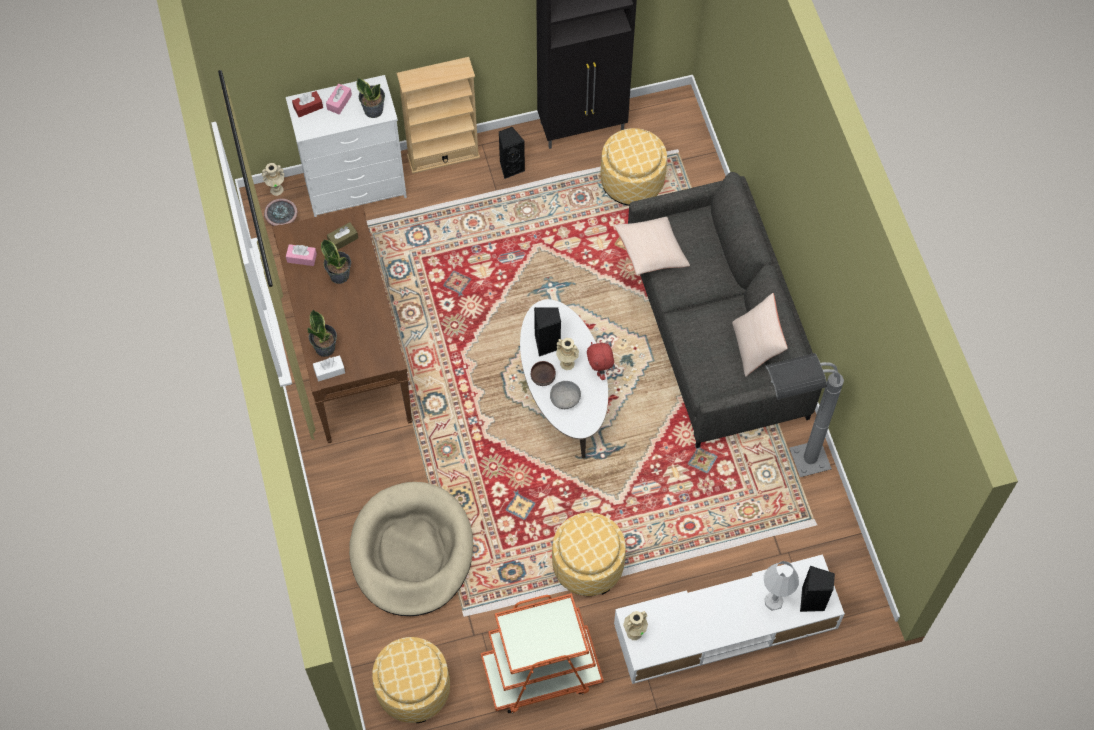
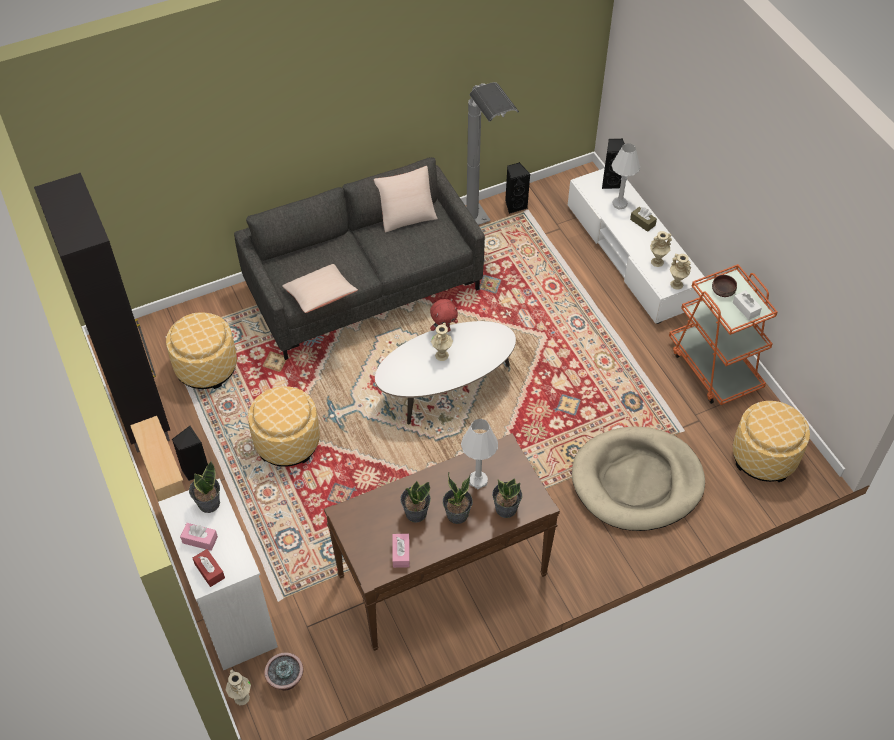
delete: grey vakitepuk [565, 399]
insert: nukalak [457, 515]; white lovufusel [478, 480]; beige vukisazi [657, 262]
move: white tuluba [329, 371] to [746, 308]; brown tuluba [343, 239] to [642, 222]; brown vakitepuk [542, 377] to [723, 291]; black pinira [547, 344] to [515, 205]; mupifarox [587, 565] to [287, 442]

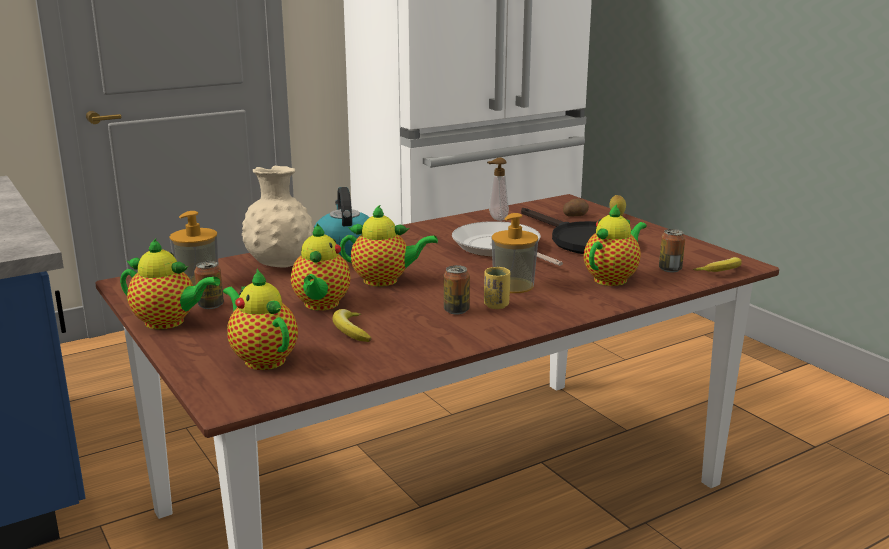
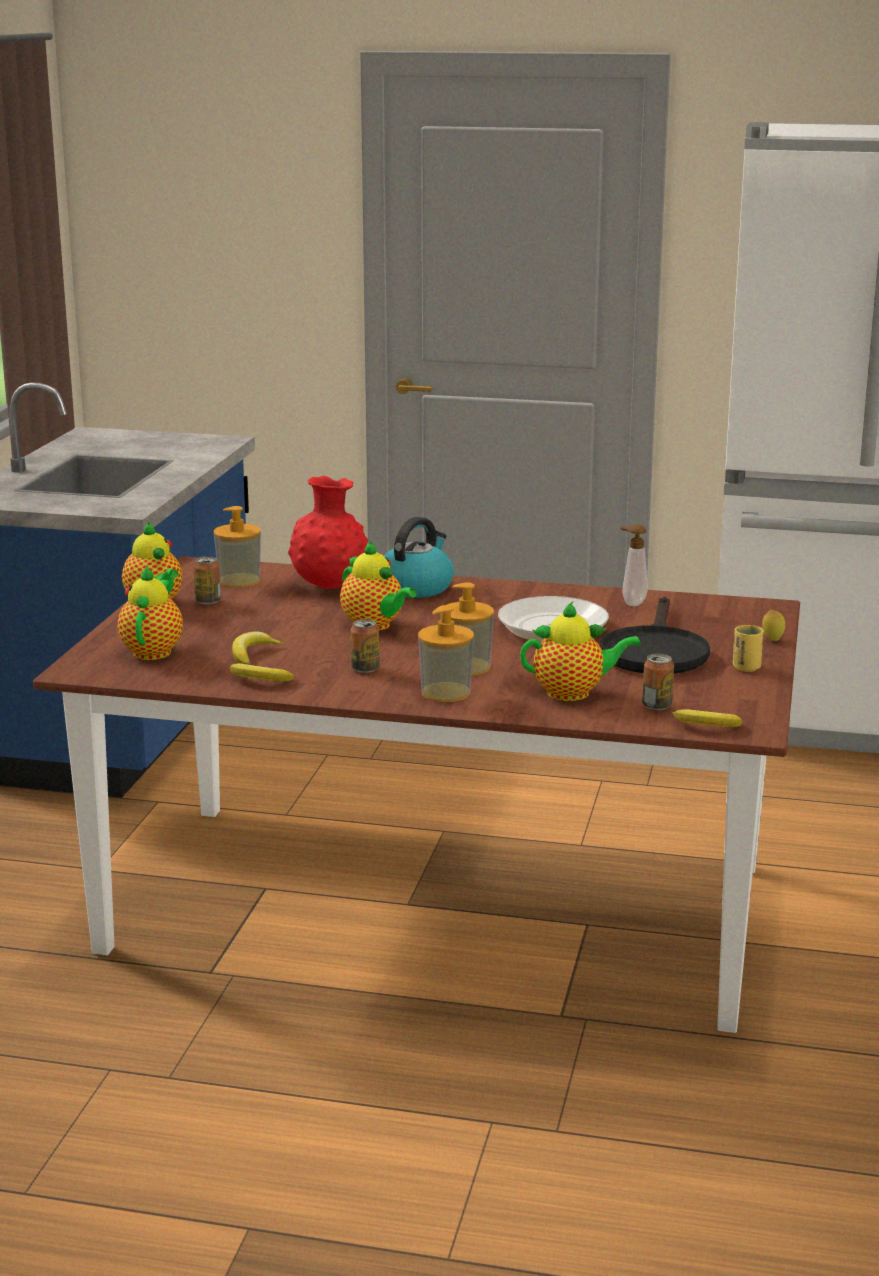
delete: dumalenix [321, 305]; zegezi [575, 215]
insert: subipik [258, 680]; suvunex [445, 692]
move: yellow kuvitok [496, 305] to [746, 668]
recolor: beige vukisazi [280, 265] to red vukisazi [329, 586]

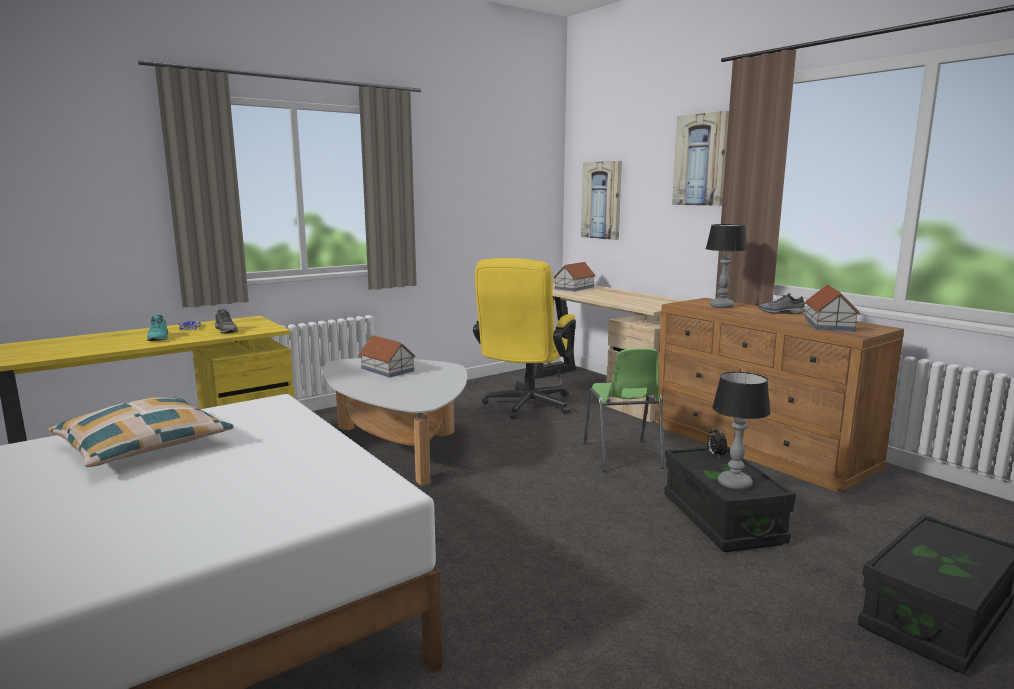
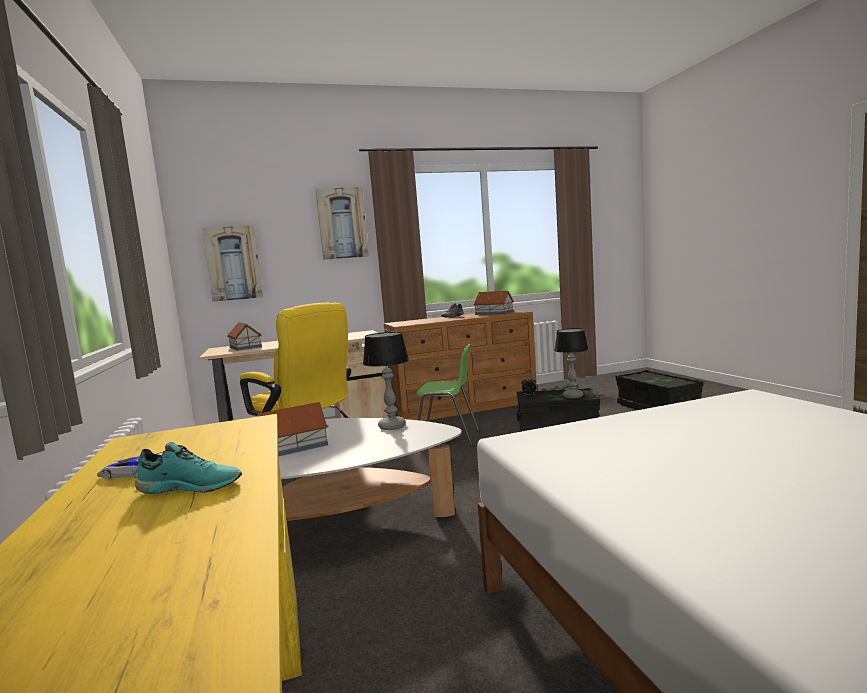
delete: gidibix [143, 445]; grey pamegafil [227, 331]
move: lovufusel [722, 306] to [392, 426]

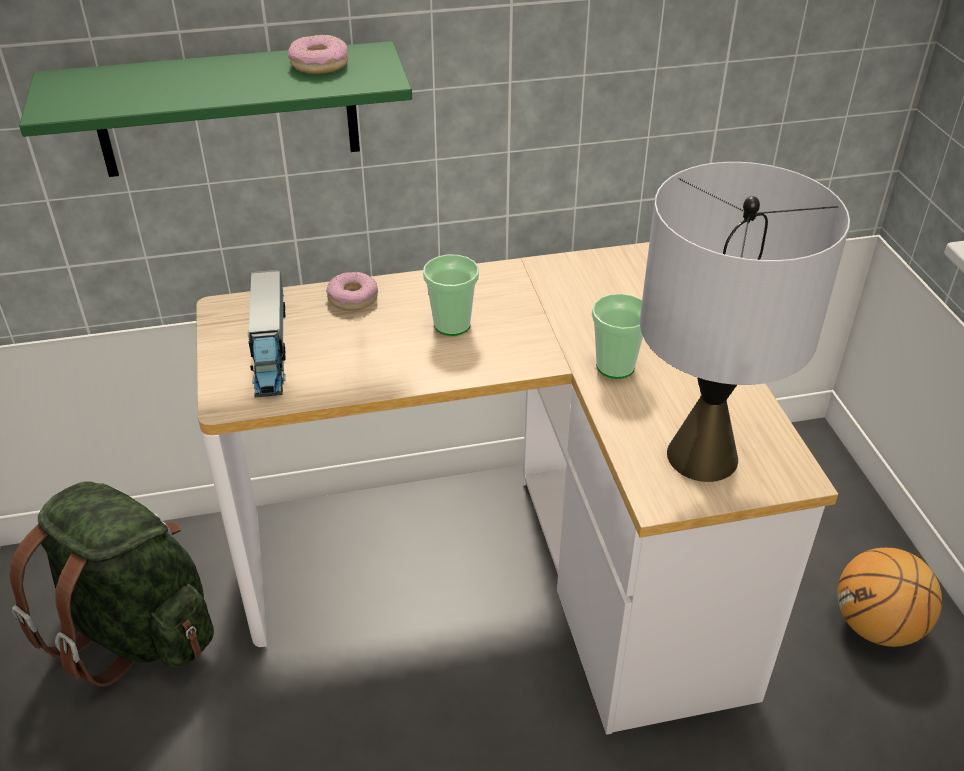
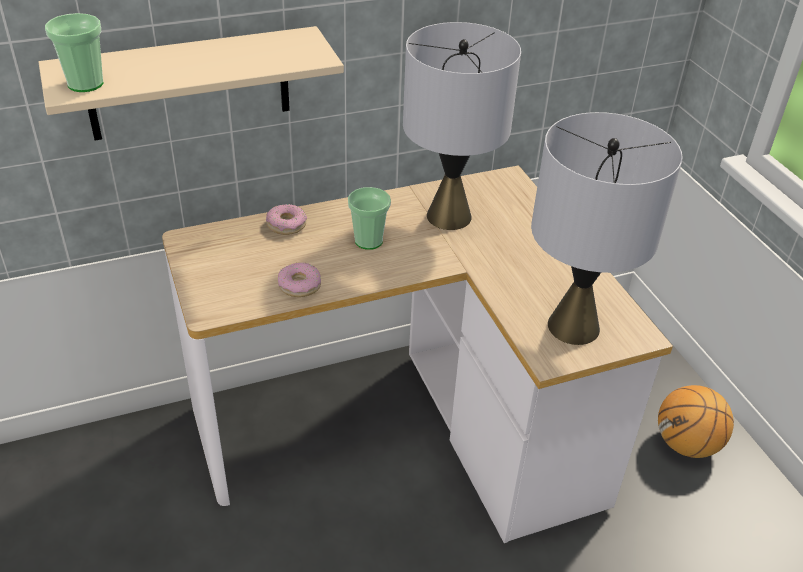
delete: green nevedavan [136, 629]; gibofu [270, 348]
insert: grey lovufusel [449, 216]
move: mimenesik [319, 64] to [299, 285]; kuvitok [615, 366] to [85, 84]
recolor: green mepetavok [227, 110] to beige mepetavok [189, 84]

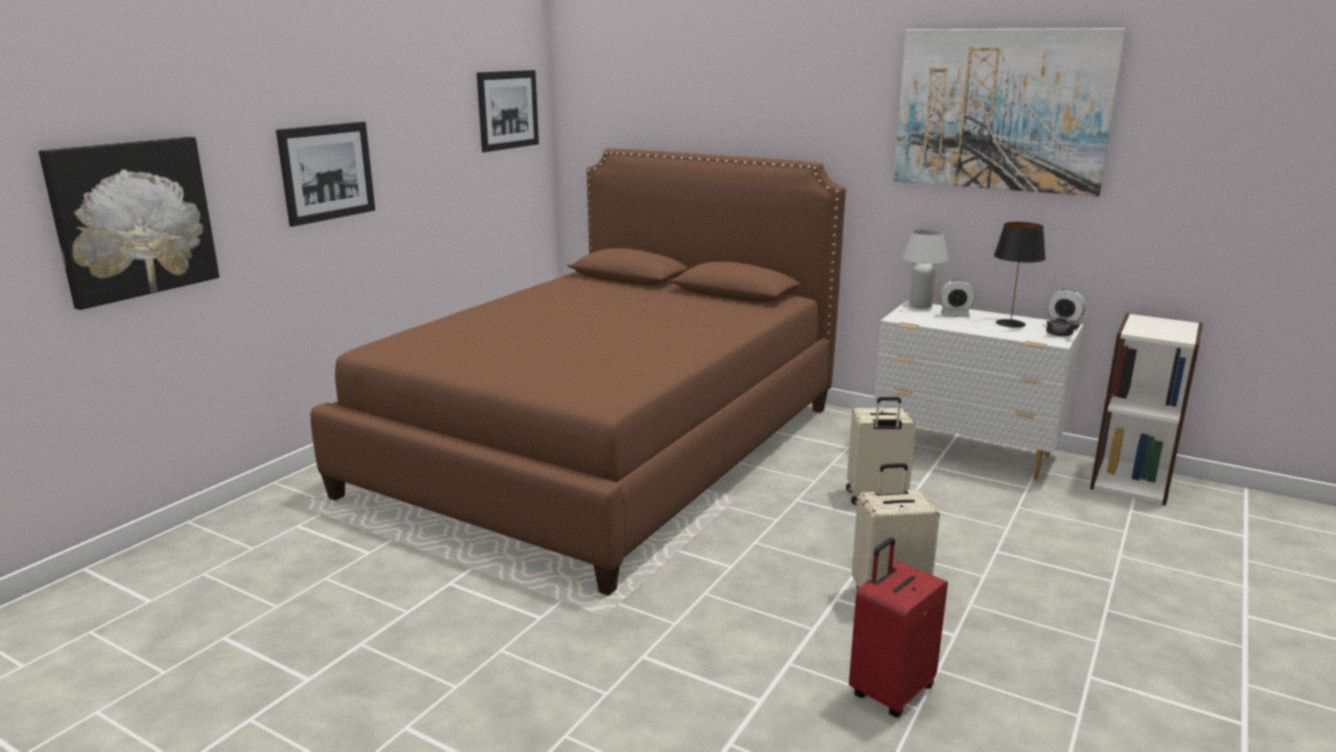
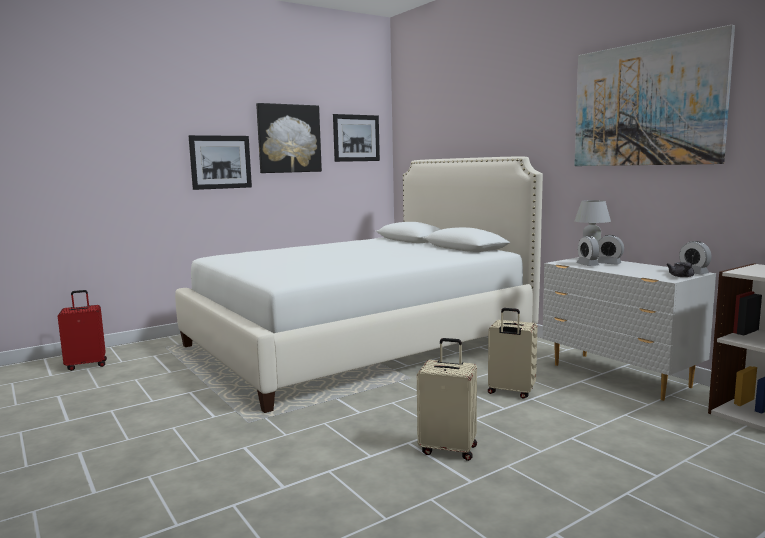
delete: black lovufusel [1010, 323]
insert: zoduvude [587, 265]
move: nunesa [133, 219] to [289, 138]; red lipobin [890, 691] to [87, 365]
recolor: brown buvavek [605, 448] to white buvavek [359, 343]

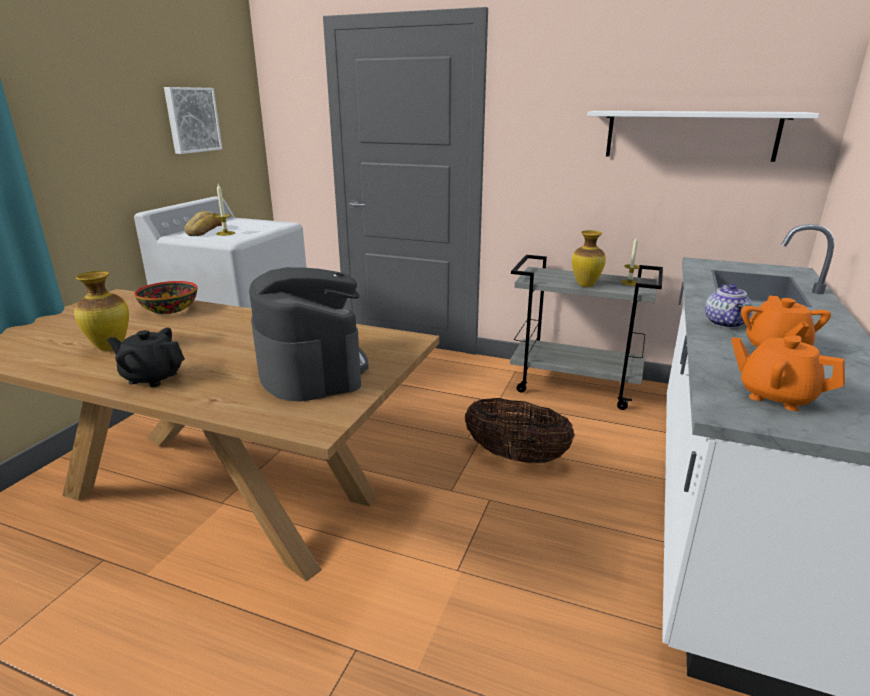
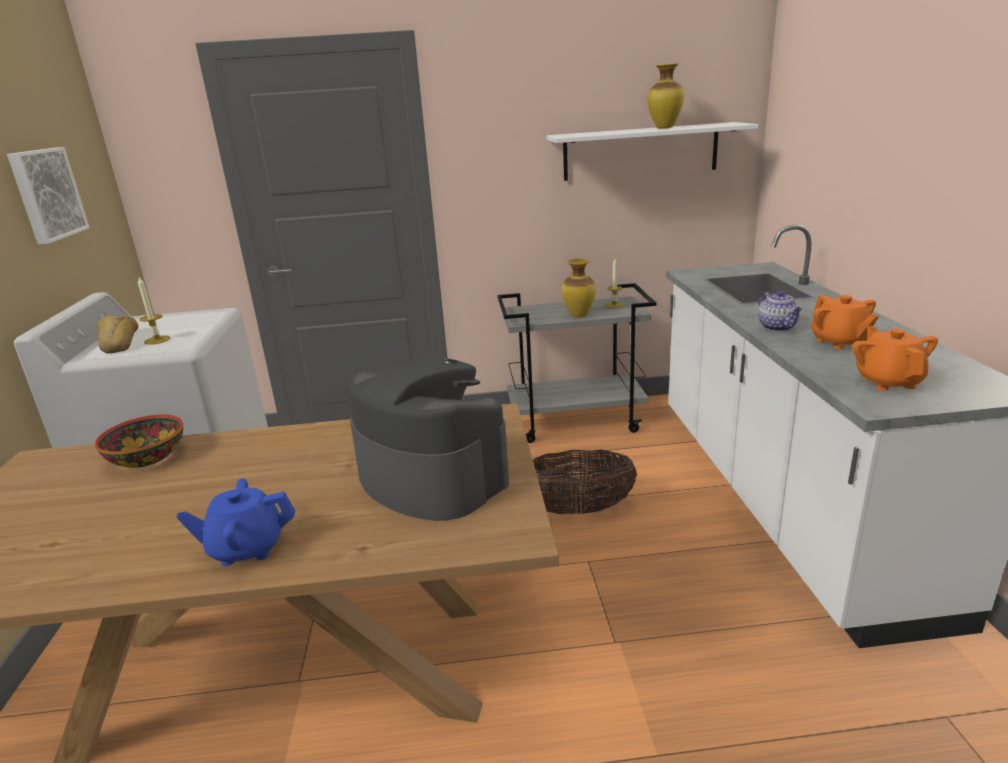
move: vukisazi [110, 348] to [665, 128]
recolor: black dumalenix [152, 377] to blue dumalenix [246, 548]
rotate: orange dumalenix [775, 396] = [887, 381] 75 degrees clockwise

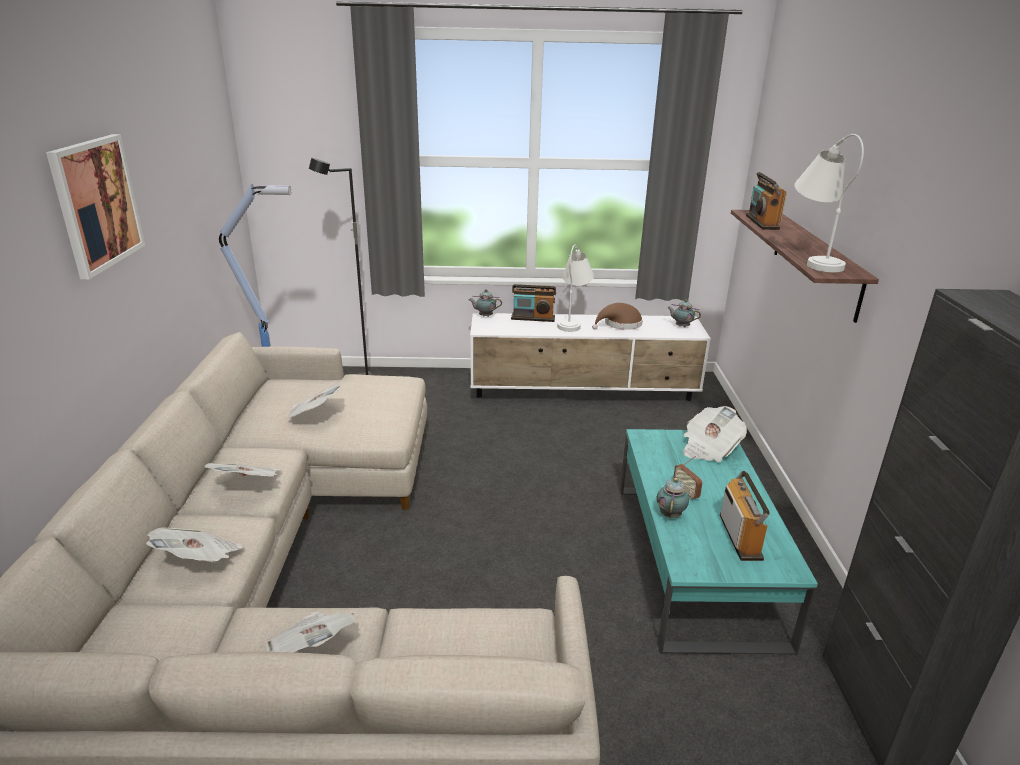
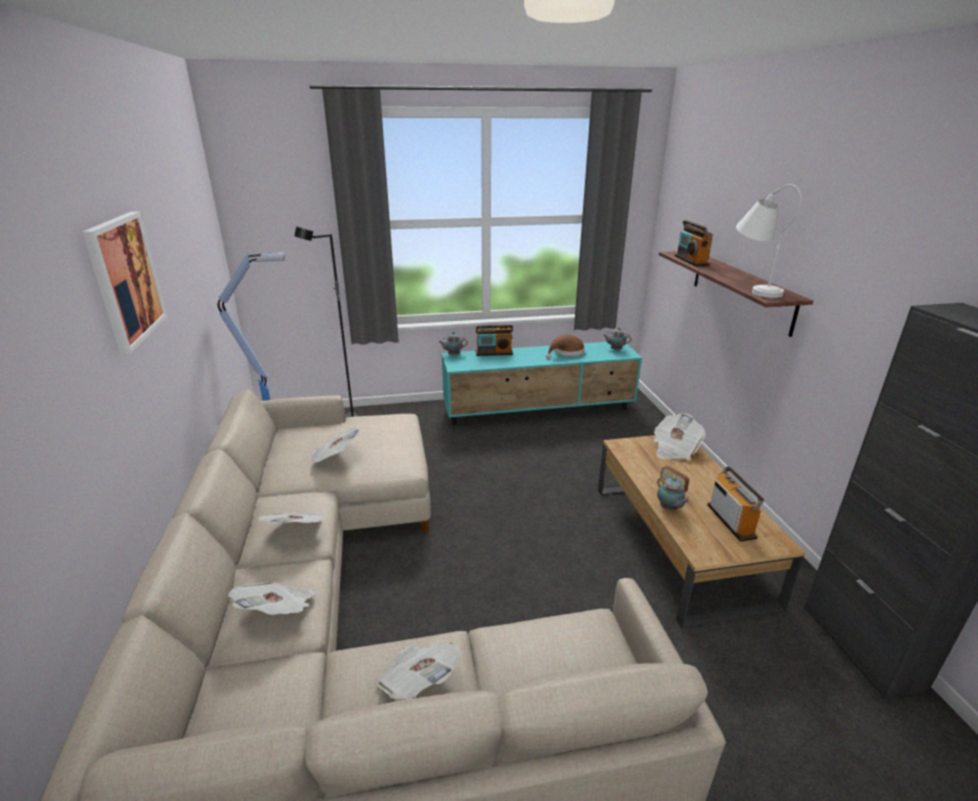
delete: white lovufusel [573, 321]
recolor: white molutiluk [584, 392] to turquoise molutiluk [539, 411]; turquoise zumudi [694, 558] to brown zumudi [678, 541]
rotate: dumalenix [670, 514] = [669, 509] 150 degrees clockwise

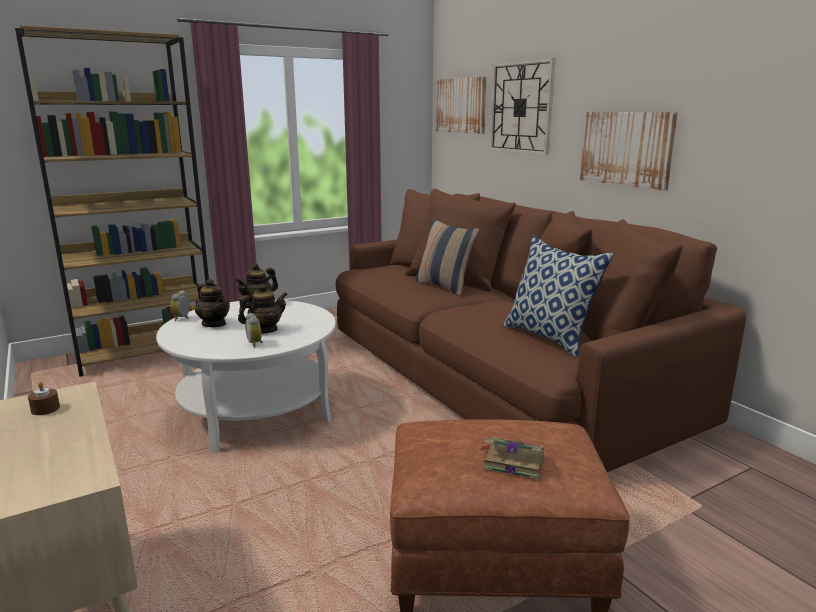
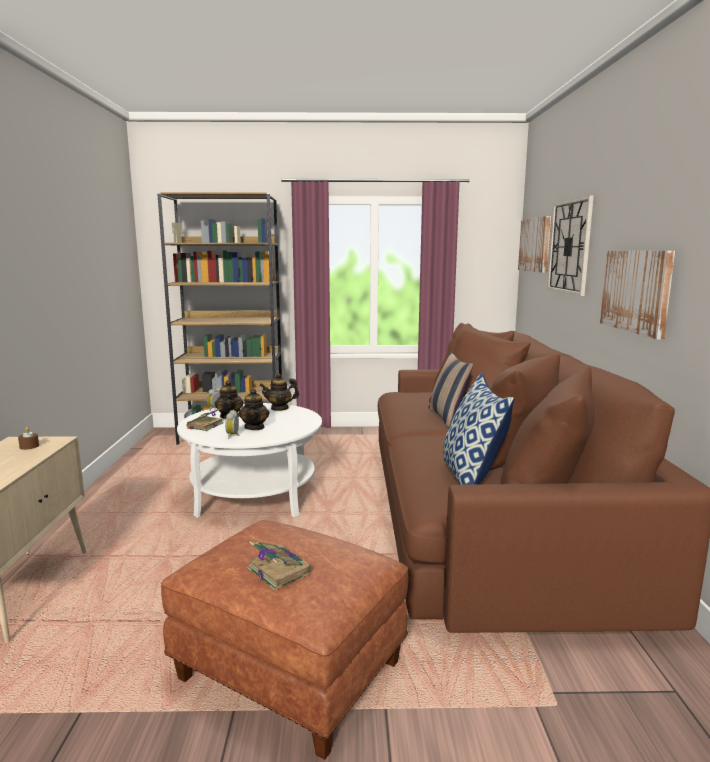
insert: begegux [204, 426]
rotate: dumalenix [265, 330] = [255, 427] 90 degrees clockwise

